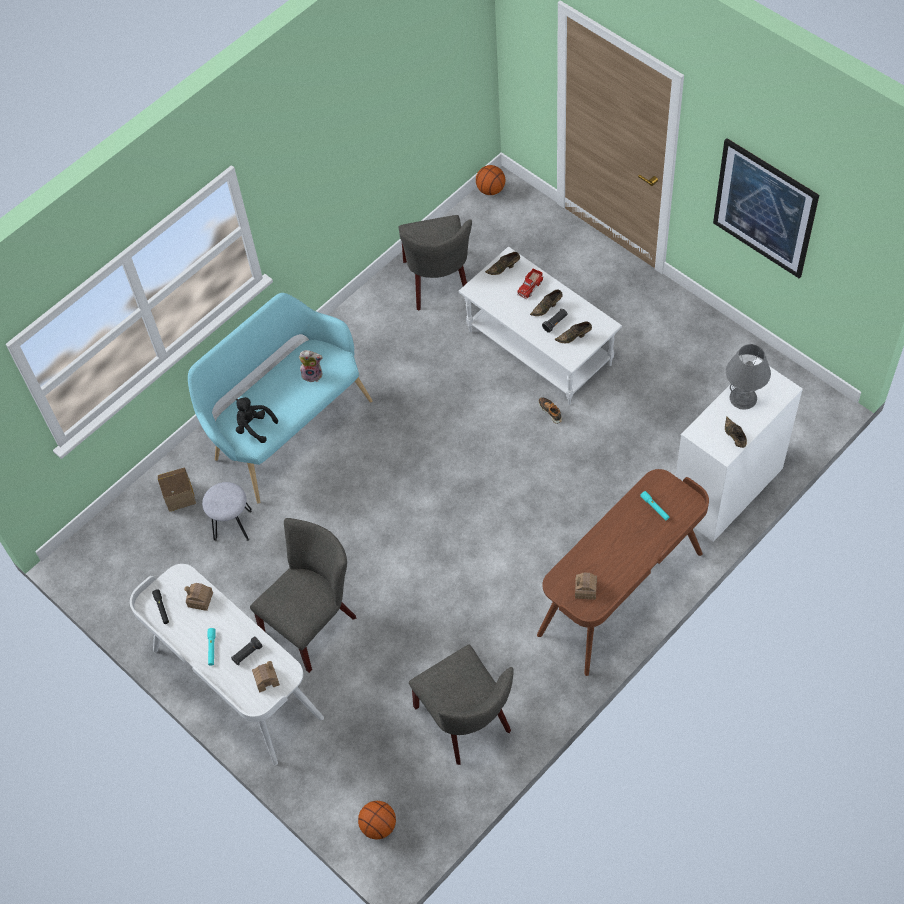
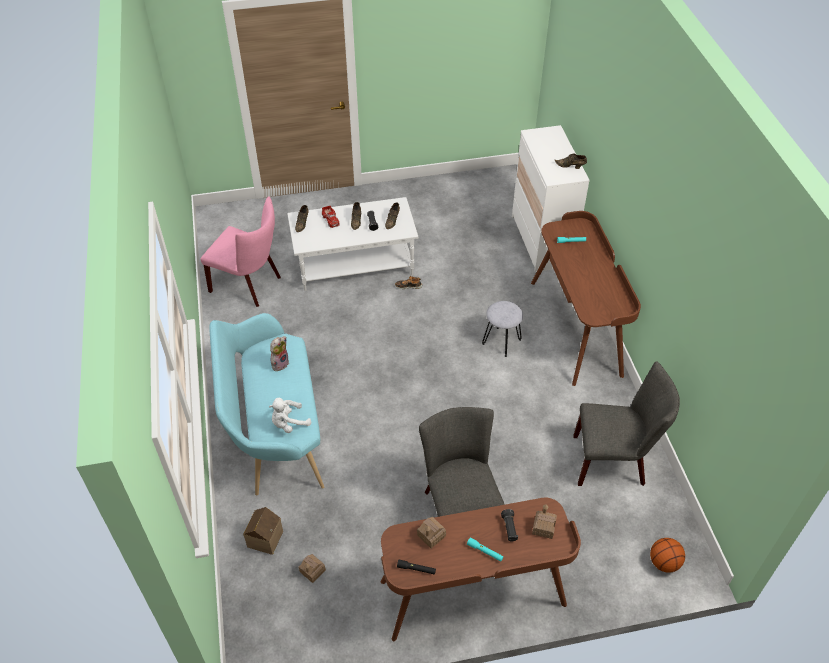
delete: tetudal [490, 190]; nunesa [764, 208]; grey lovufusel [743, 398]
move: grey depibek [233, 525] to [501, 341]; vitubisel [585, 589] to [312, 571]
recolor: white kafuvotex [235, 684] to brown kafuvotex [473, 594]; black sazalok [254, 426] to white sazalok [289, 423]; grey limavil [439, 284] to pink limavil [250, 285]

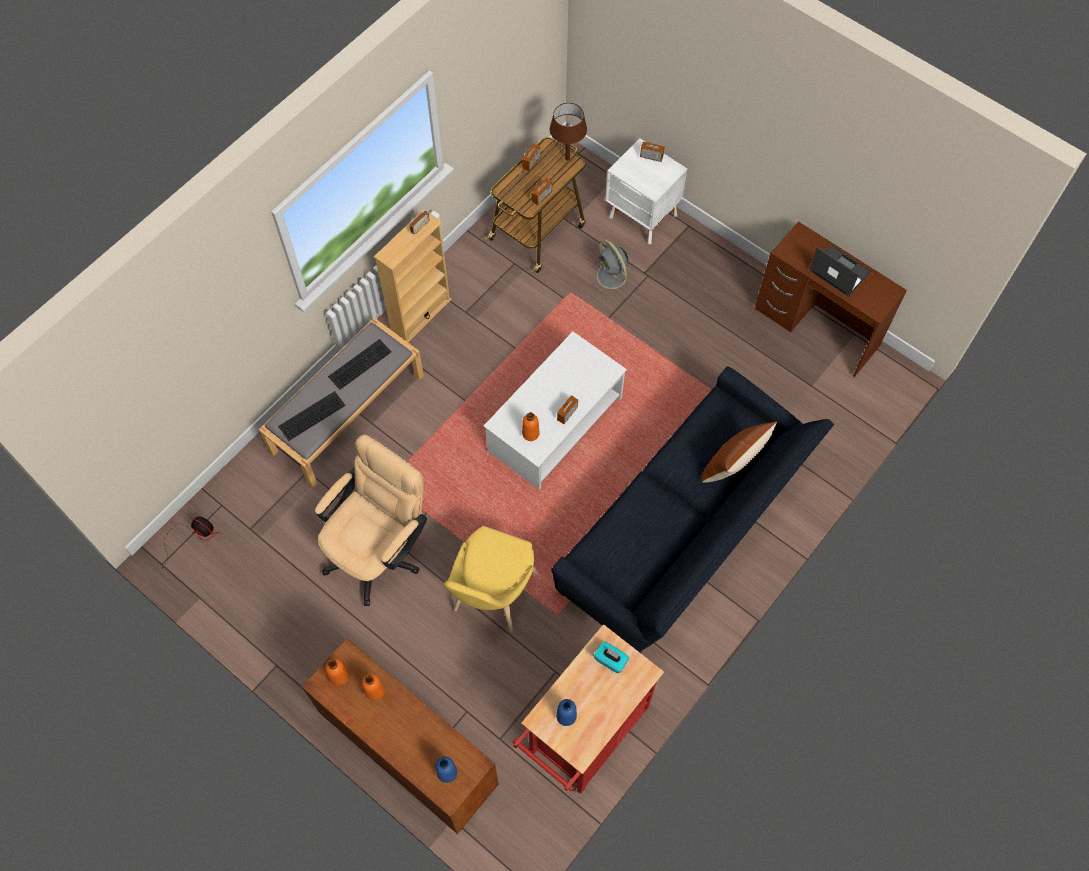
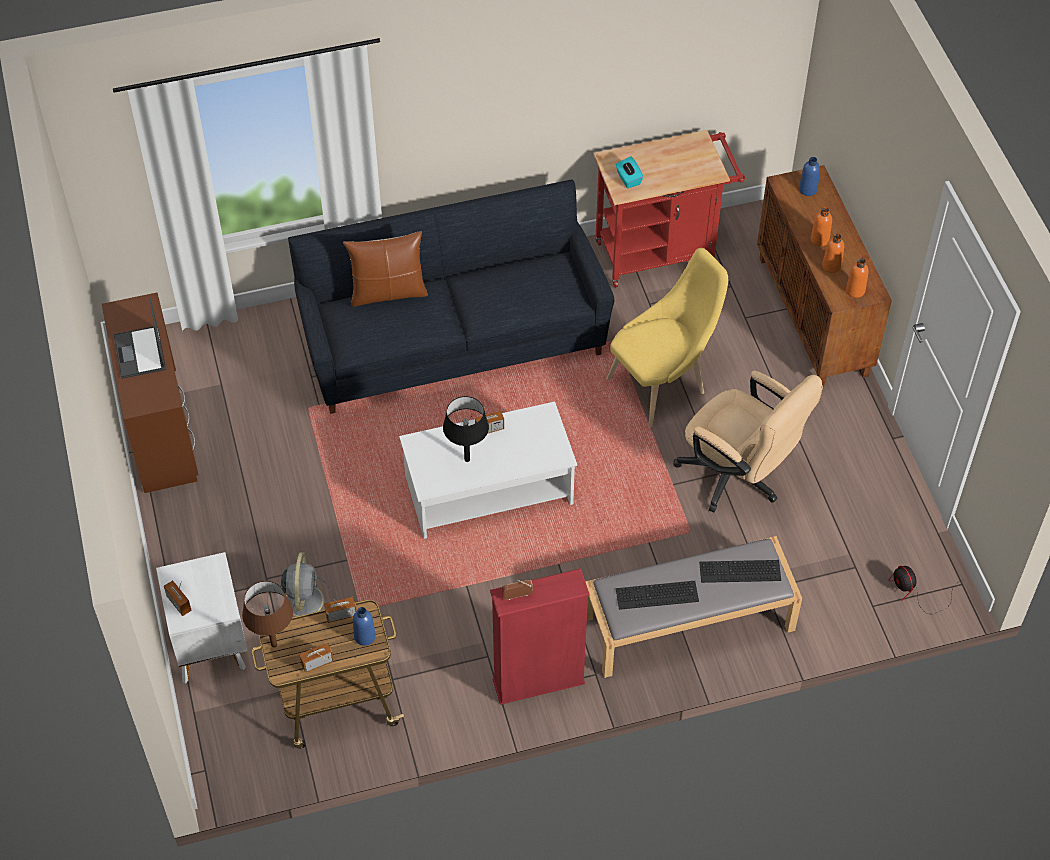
insert: black lovufusel [467, 459]
move: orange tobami [530, 433] to [819, 239]; blue tobami [566, 716] to [365, 636]
recolor: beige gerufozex [420, 315] to red gerufozex [538, 682]
rotate: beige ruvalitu [379, 550] = [738, 477] 120 degrees counterclockwise

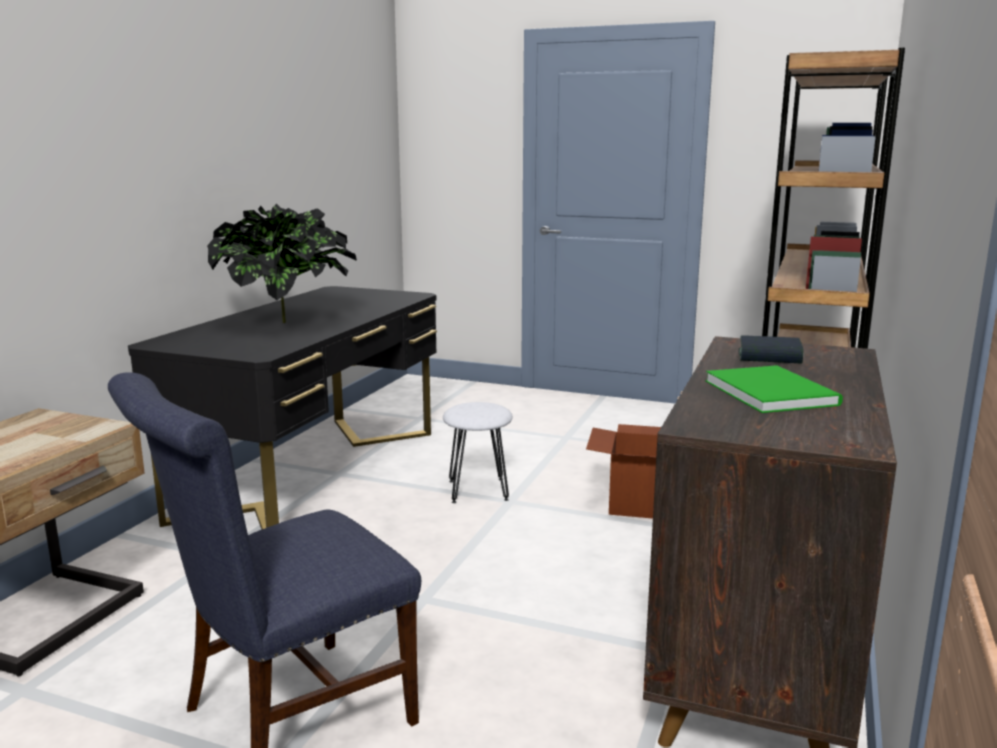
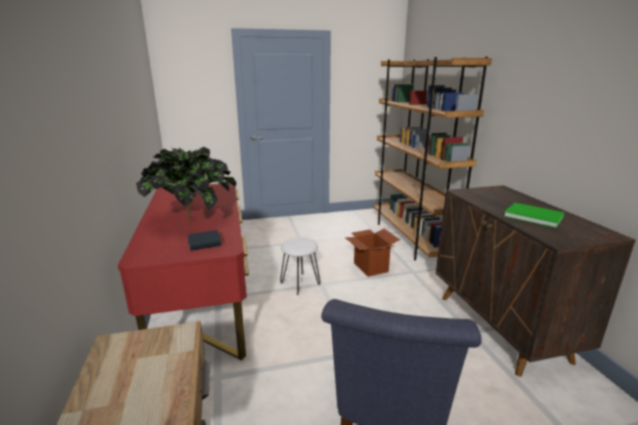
move: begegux [769, 357] to [204, 243]
recolor: black kafuvotex [313, 473] to red kafuvotex [202, 303]

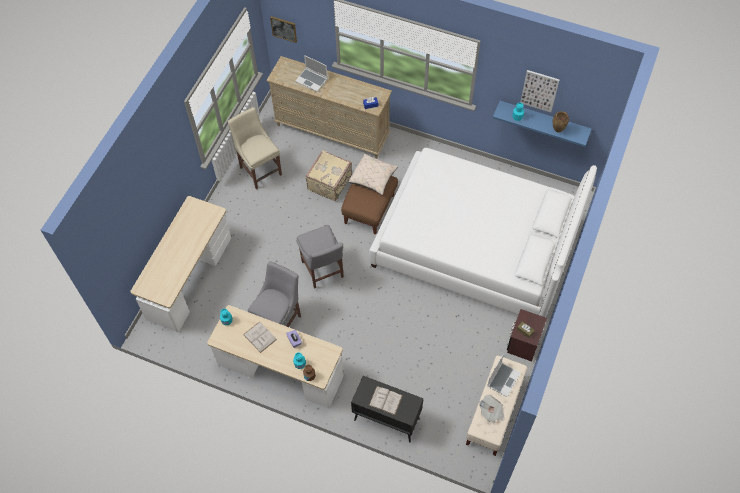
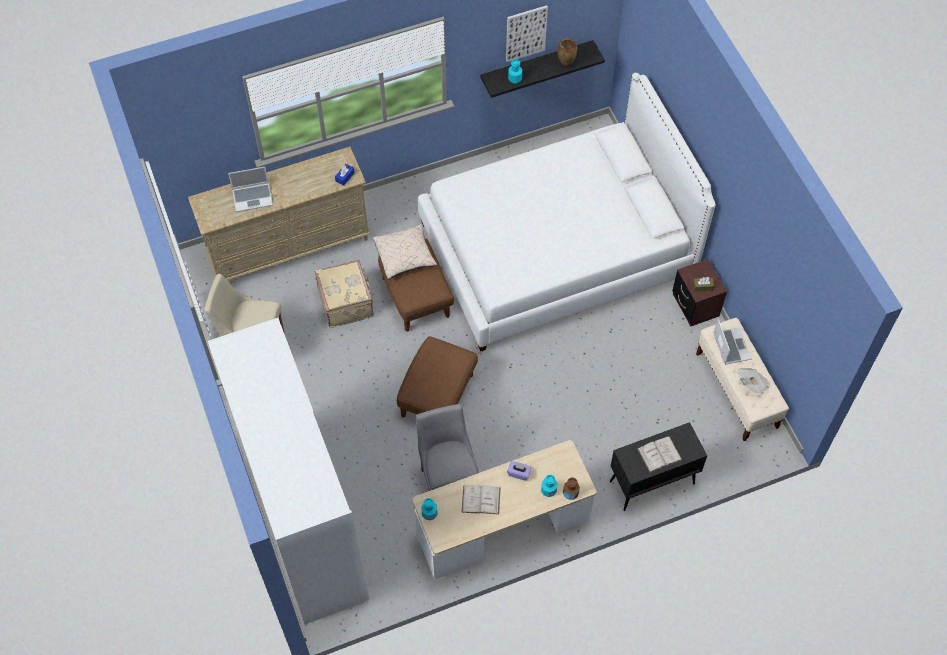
delete: nunesa [284, 29]
replace: kafuvotex [189, 278] to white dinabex [304, 521]; grey limavil [323, 271] to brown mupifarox [437, 396]
recolor: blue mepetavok [543, 120] to black mepetavok [536, 65]

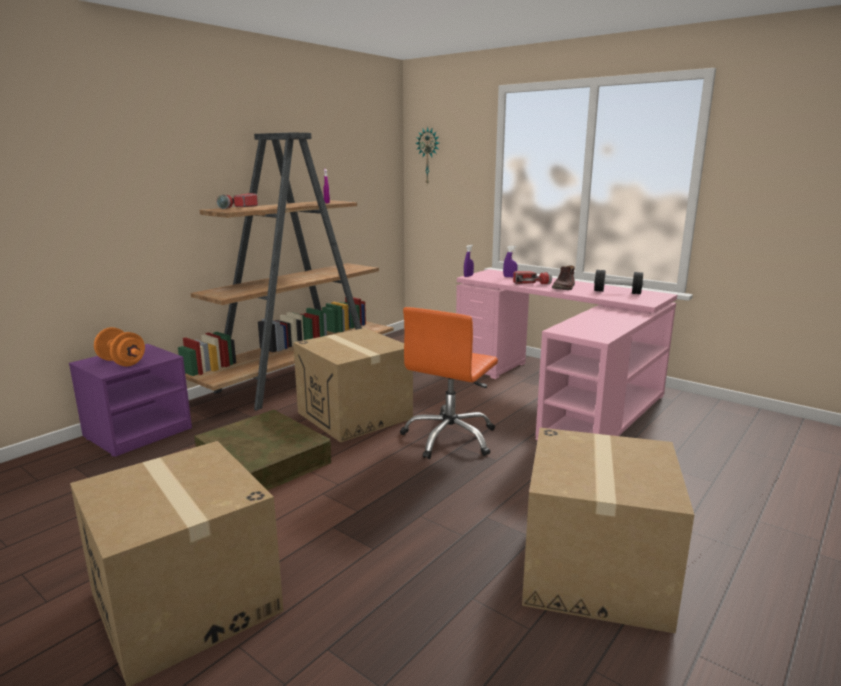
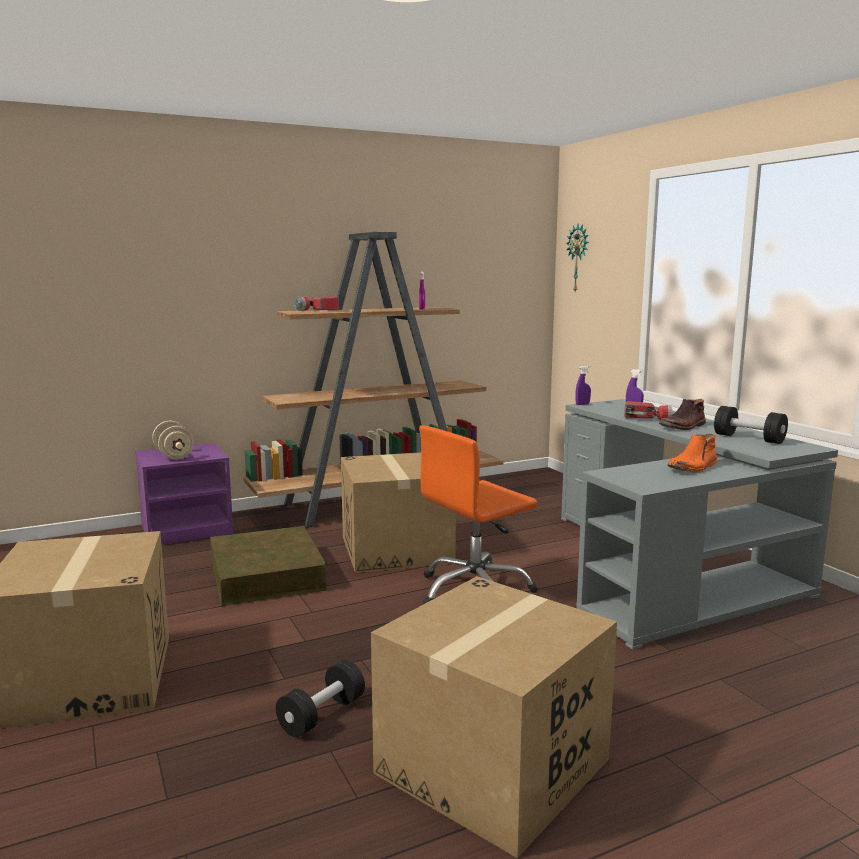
insert: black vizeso [322, 715]; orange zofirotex [693, 467]
recolor: orange vizeso [122, 362] to beige vizeso [174, 456]; pink kafuvotex [562, 393] to grey kafuvotex [671, 568]

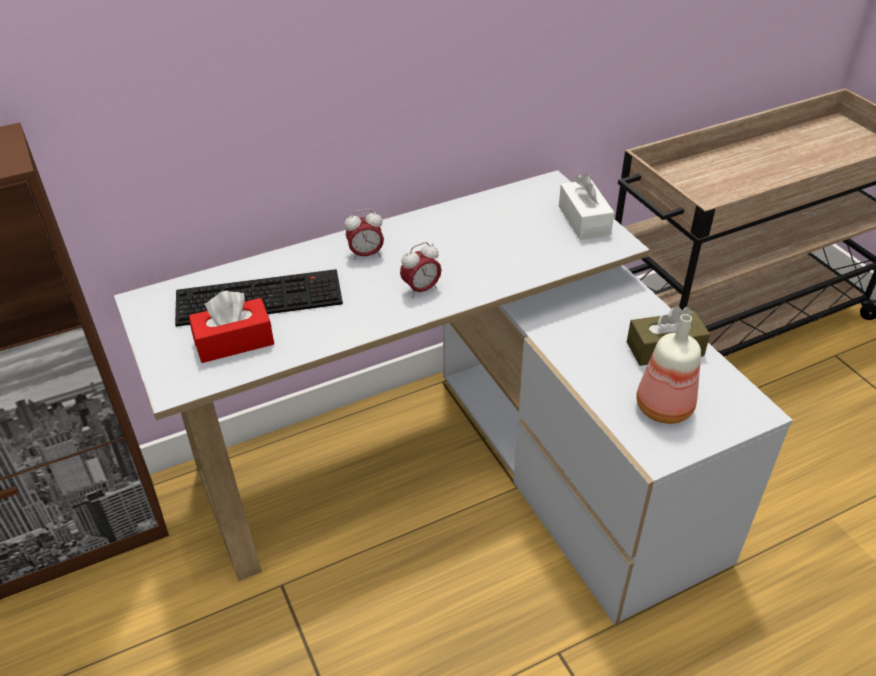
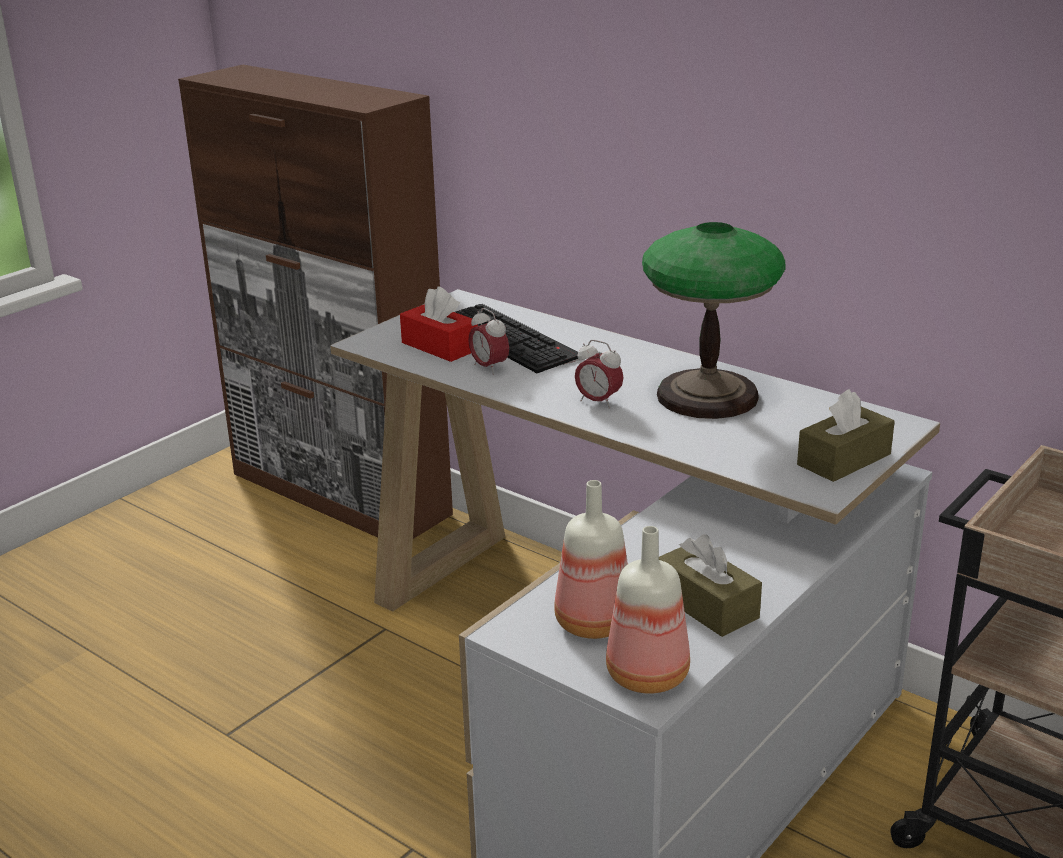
insert: tobami [647, 674]; lovufusel [707, 395]
move: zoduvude [366, 255] to [489, 368]
recolor: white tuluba [584, 220] to brown tuluba [844, 459]

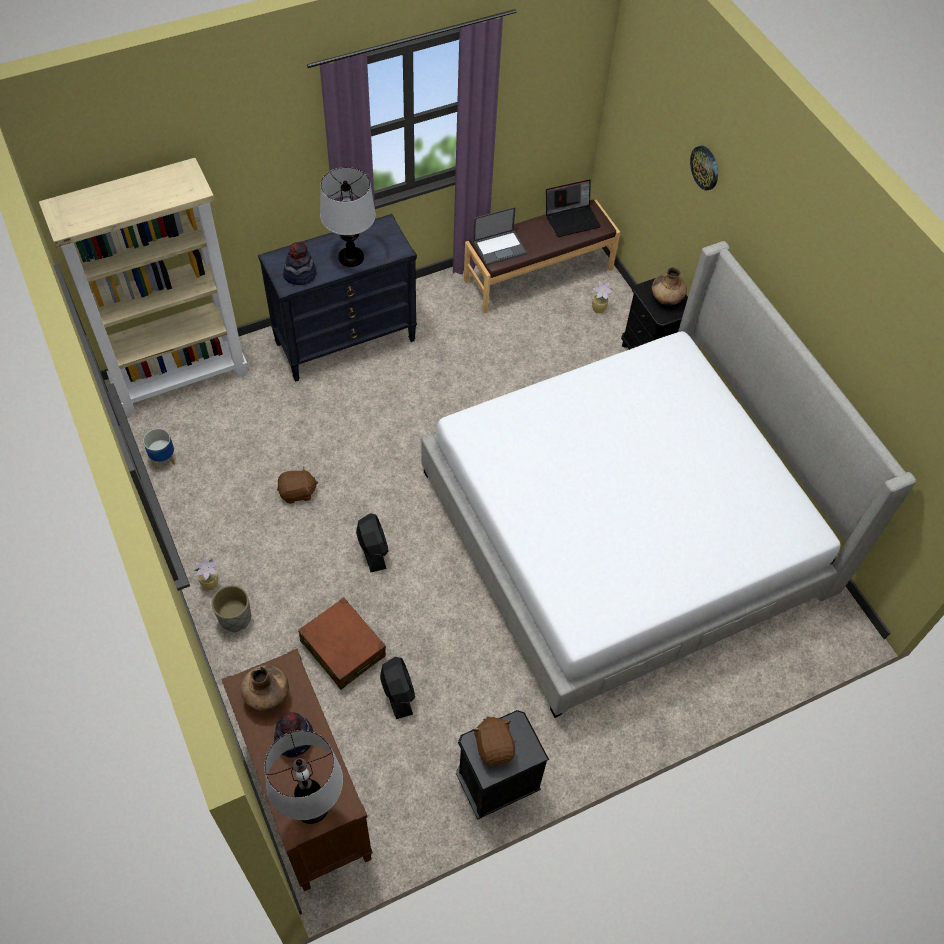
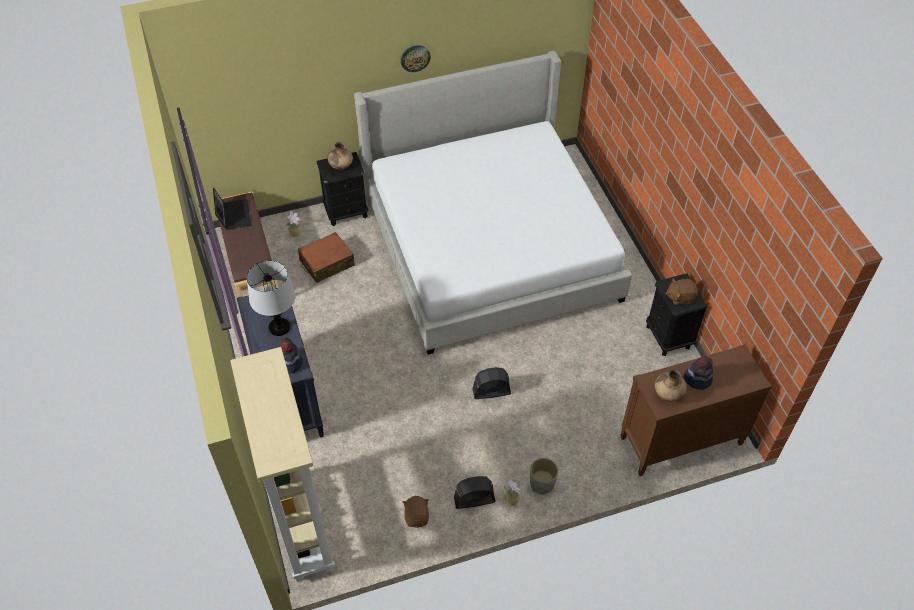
delete: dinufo [163, 459]; lovufusel [311, 806]; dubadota [500, 247]
move: brown sazalok [297, 492] to [417, 516]; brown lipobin [343, 648] to [327, 263]; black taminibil [397, 692] to [474, 499]; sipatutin [705, 167] to [415, 58]

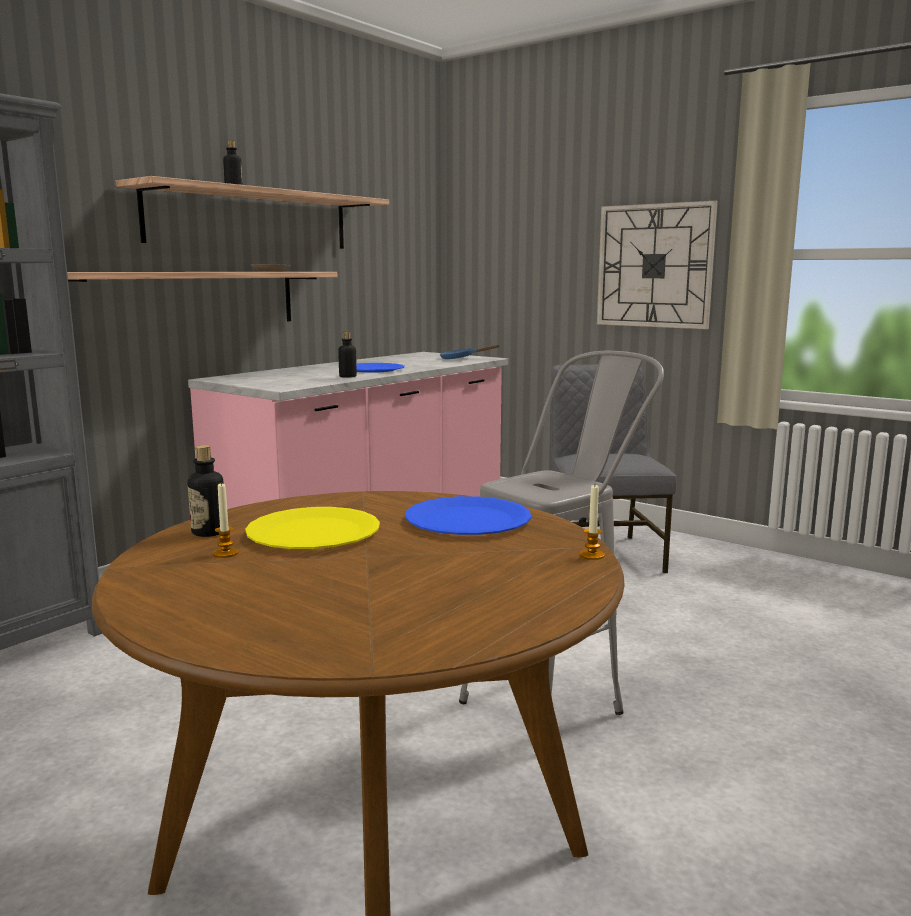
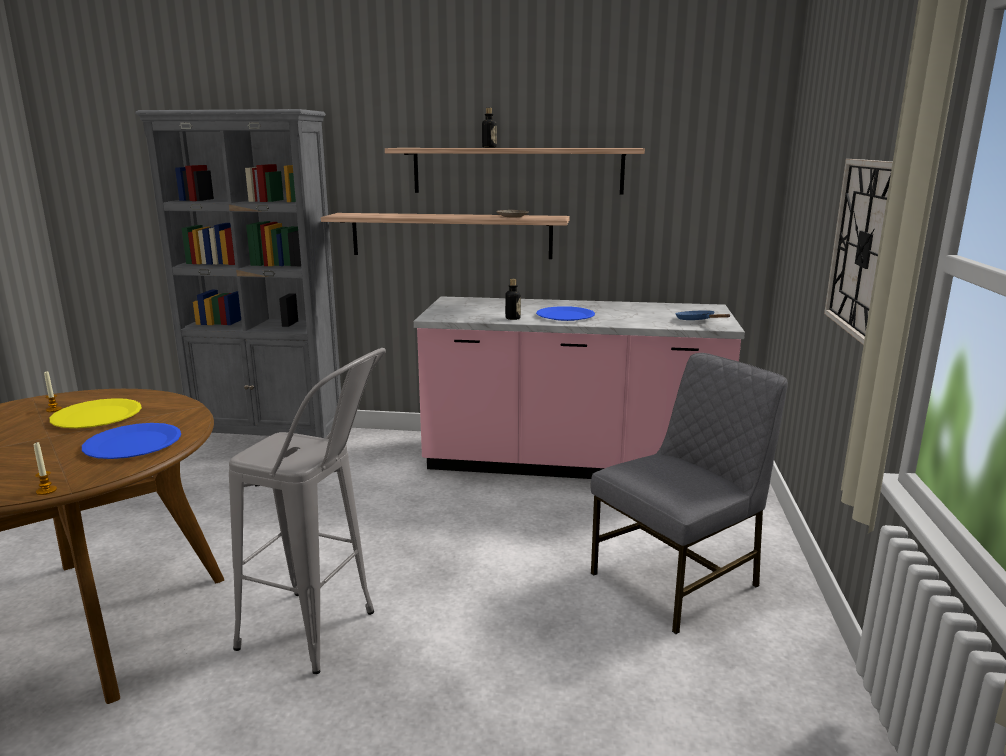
delete: tobami [209, 532]

